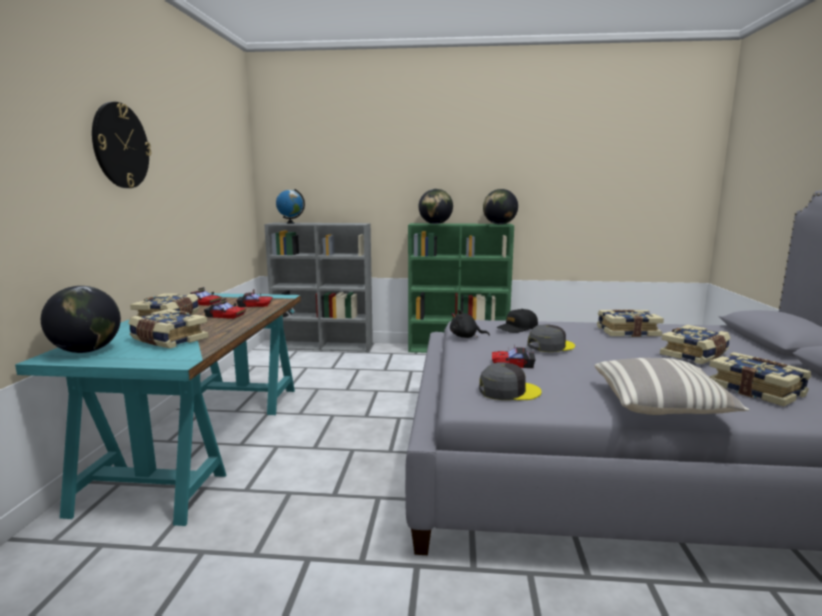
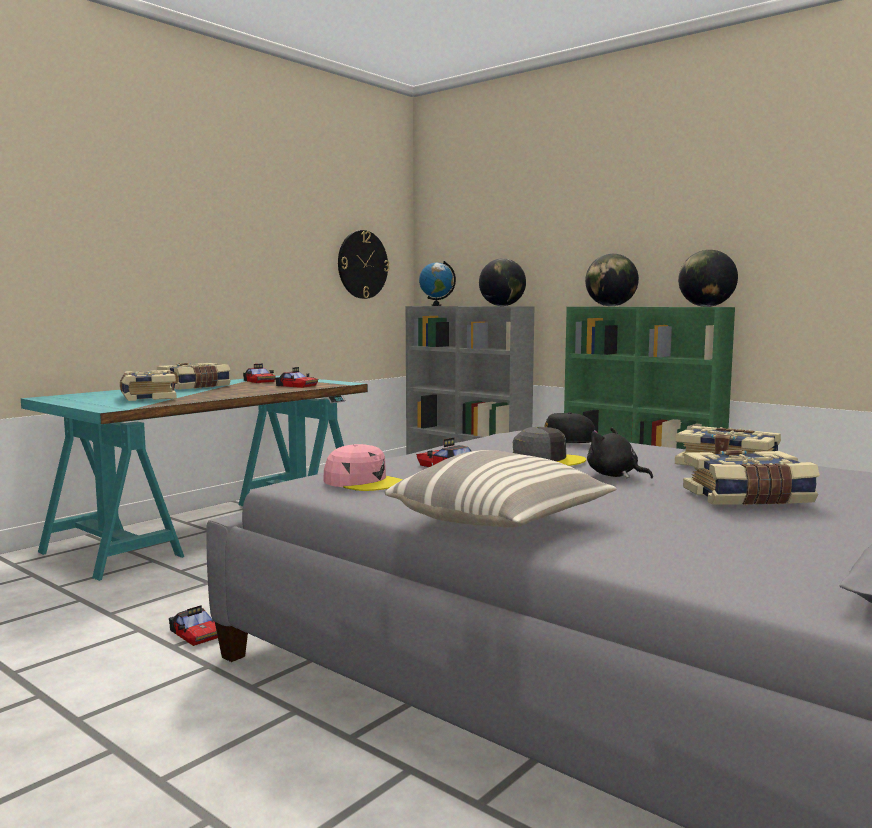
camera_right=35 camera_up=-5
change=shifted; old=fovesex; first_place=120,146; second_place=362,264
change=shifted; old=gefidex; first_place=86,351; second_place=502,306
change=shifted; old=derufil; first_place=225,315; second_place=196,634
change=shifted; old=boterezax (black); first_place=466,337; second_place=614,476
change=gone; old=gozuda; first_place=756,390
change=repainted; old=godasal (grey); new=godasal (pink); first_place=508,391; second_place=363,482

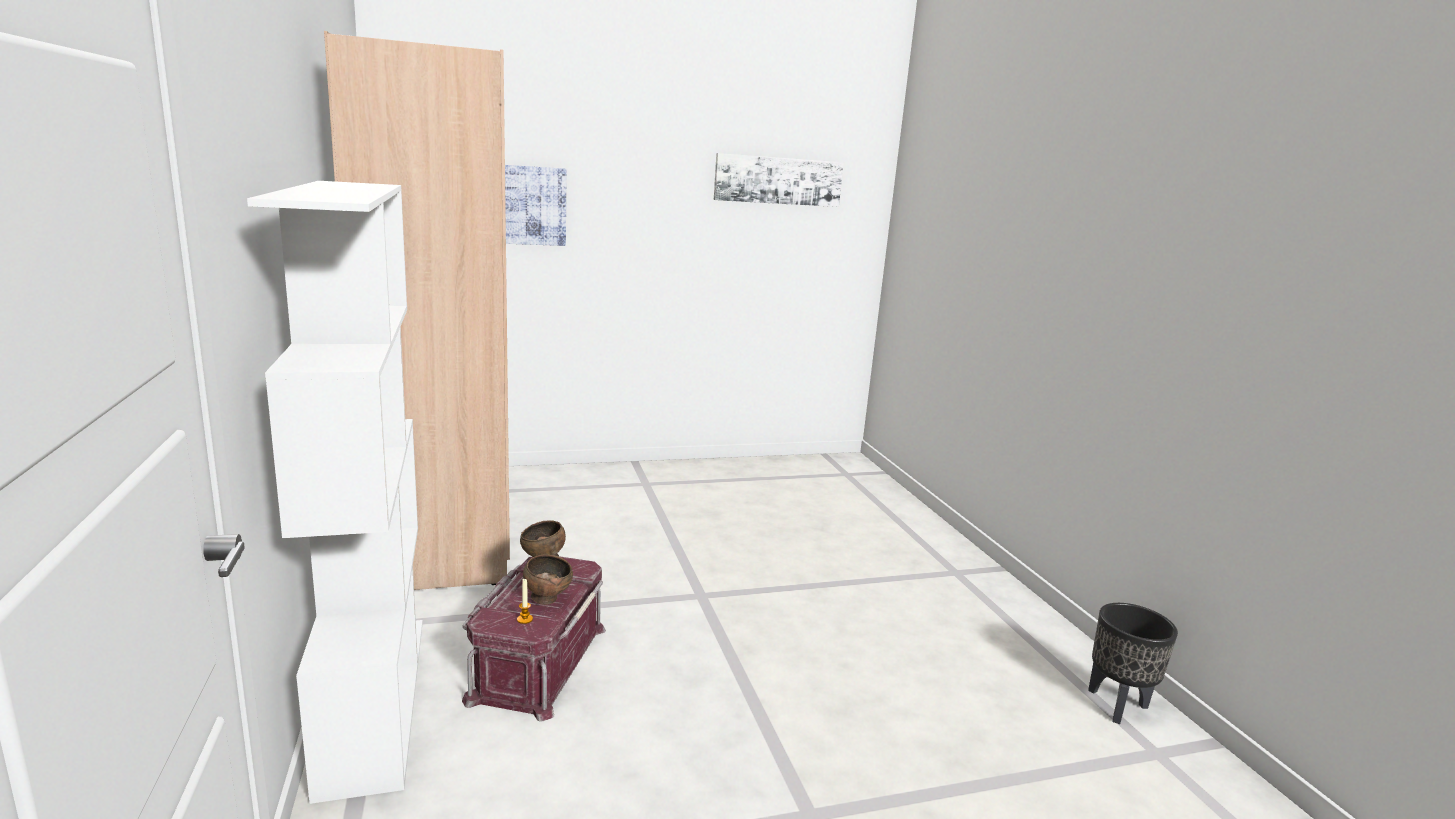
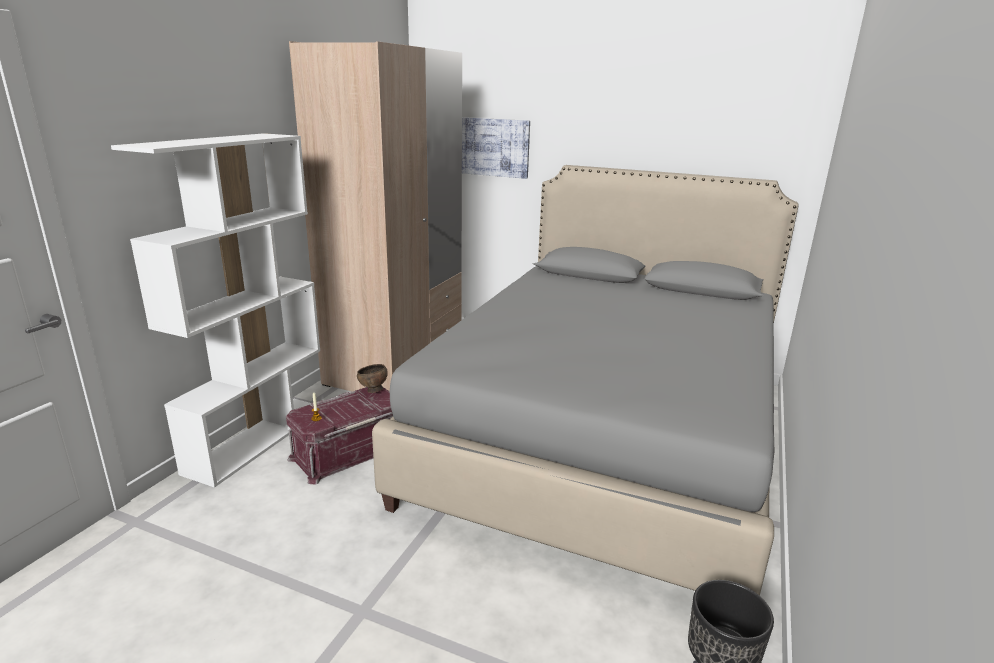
camera_right=40 camera_up=5
change=gone; old=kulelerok; first_place=778,180
change=gone; old=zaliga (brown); first_place=547,600
change=new; new=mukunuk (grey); second_place=605,435

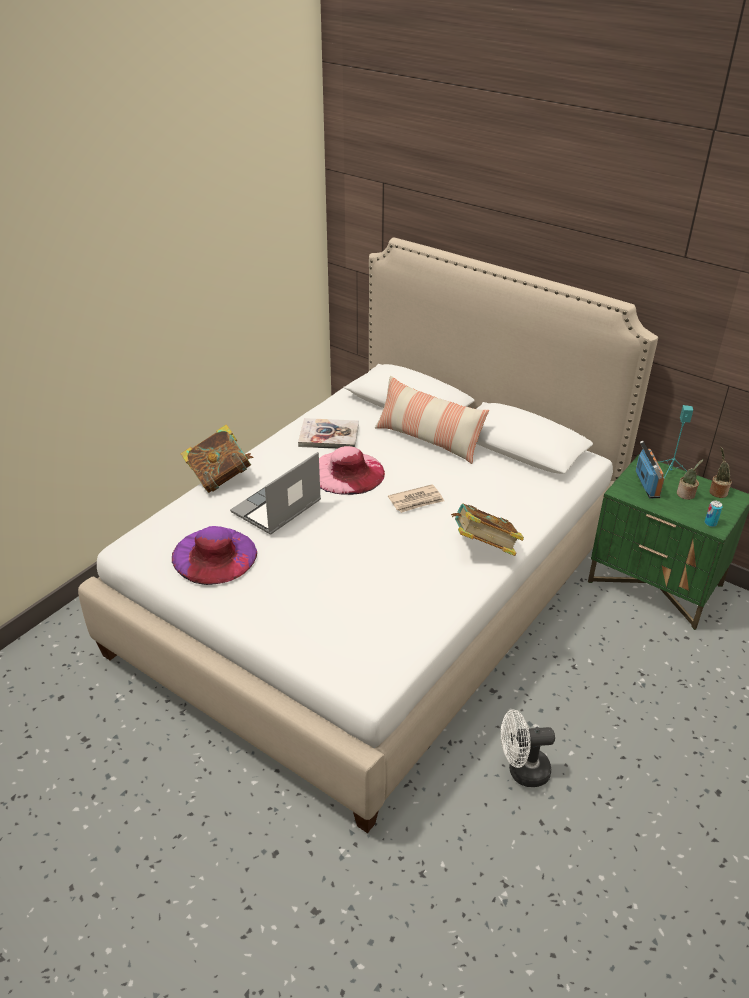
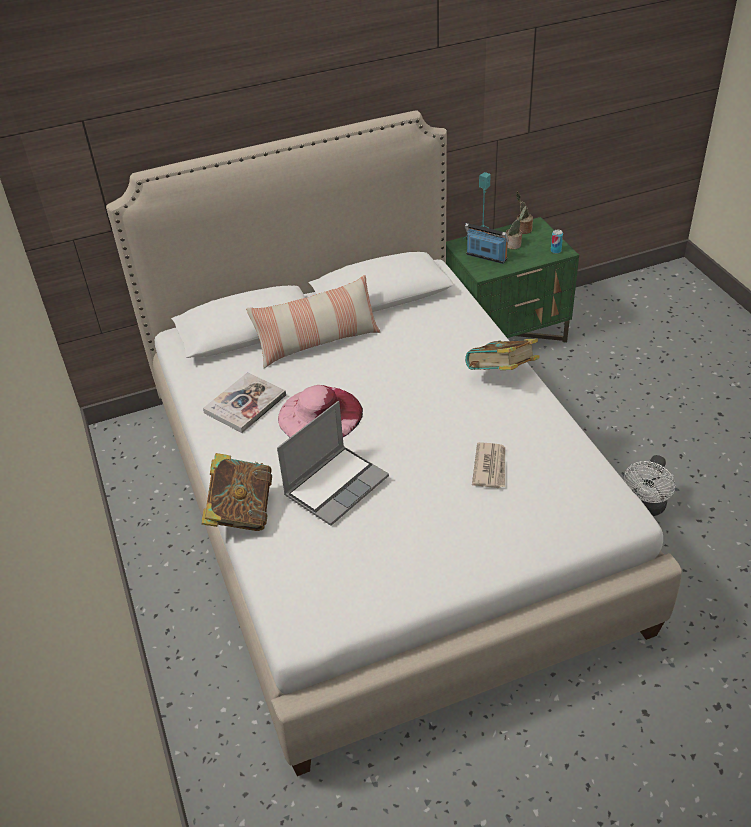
camera_right=-55 camera_up=5
change=rotated; old=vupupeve; first_place=276,508; second_place=336,485; degrees=-120
change=shifted; old=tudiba; first_place=416,501; second_place=490,467
change=gone; old=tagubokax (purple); first_place=214,555

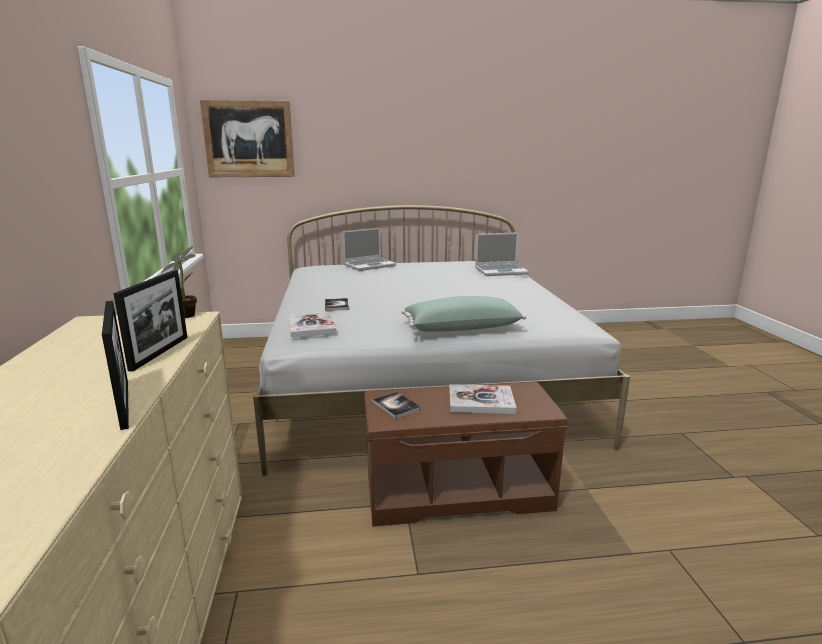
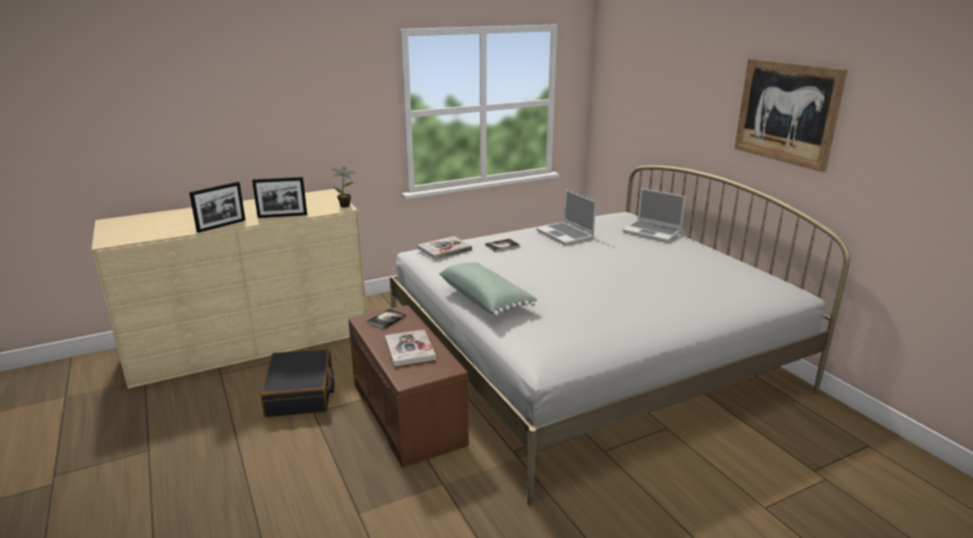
camera_right=70 camera_up=5
change=shifted; old=kulelerok; first_place=249,139; second_place=786,112
change=shifted; old=vupupeve; first_place=501,271; second_place=566,235
change=new; new=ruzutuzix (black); second_place=300,393

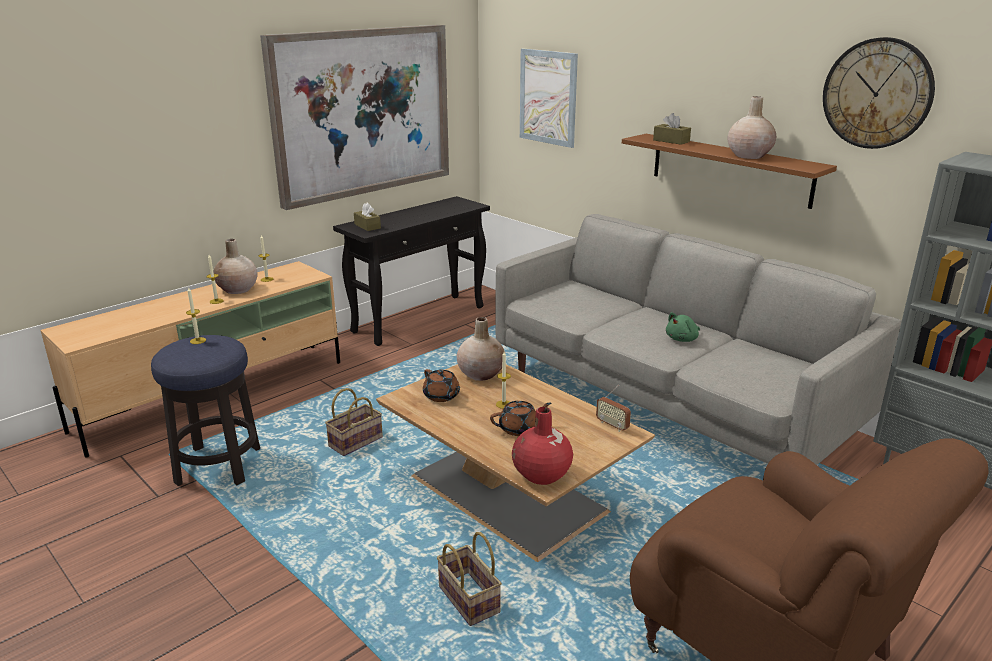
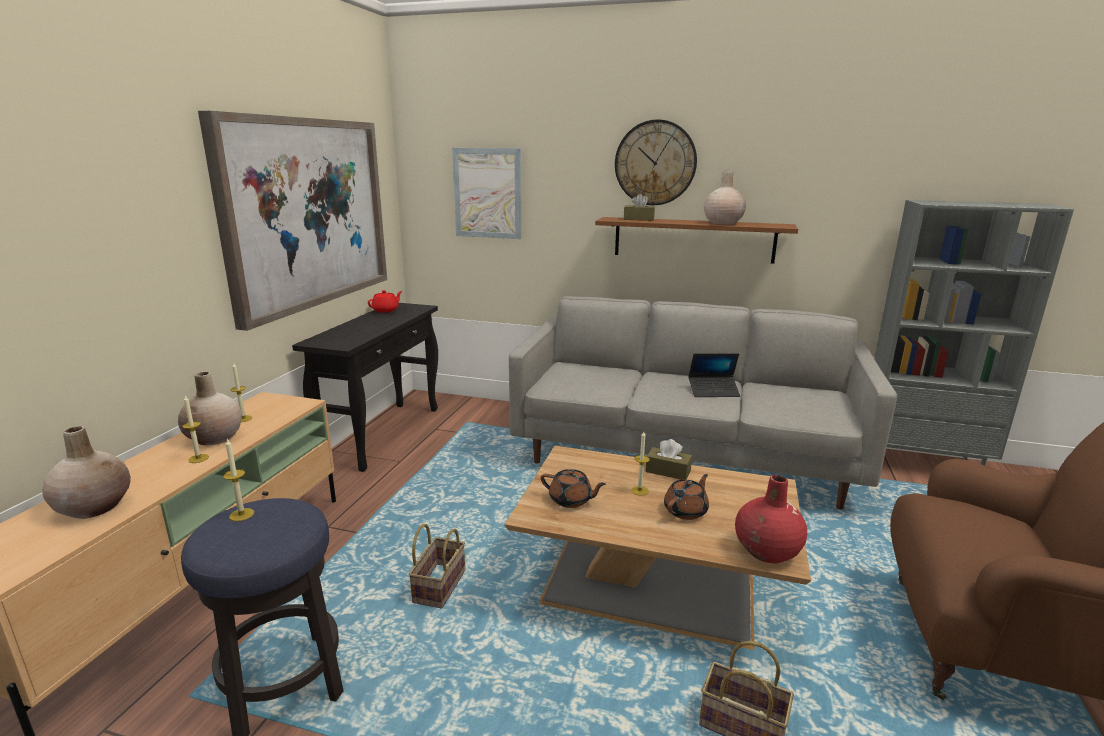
camera_right=-30 camera_up=-5
change=shifted; old=fovesex; first_place=877,93; second_place=655,163
change=shifted; old=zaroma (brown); first_place=367,226; second_place=668,471
change=swapped; old=boterezax (green); new=vupupeve; first_place=682,339; second_place=713,391
change=shifted; old=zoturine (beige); first_place=481,374; second_place=95,507
change=gone; old=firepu; first_place=612,425
change=new; new=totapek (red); second_place=386,310

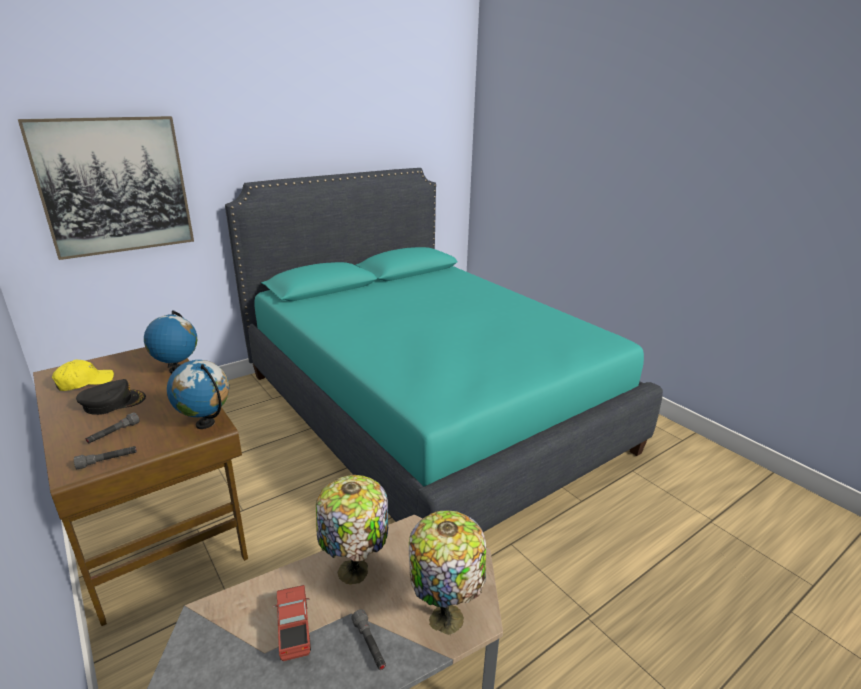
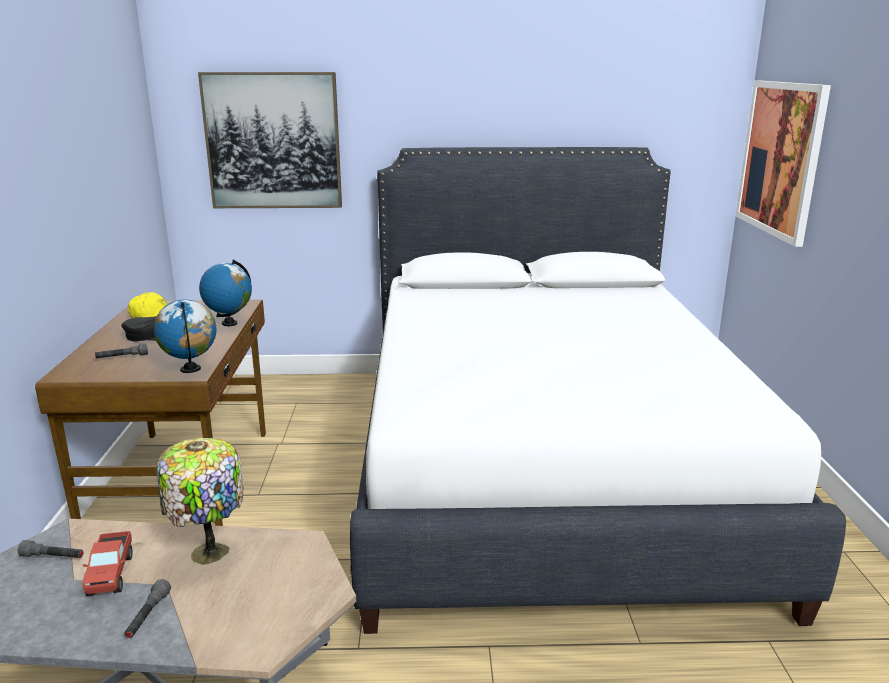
camera_right=35 camera_up=-5
change=repainted; old=mukunuk (turquoise); new=mukunuk (white); first_place=428,410; second_place=542,465
change=shifted; old=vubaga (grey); first_place=108,461; second_place=53,557
change=gone; old=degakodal; first_place=446,615
change=rotated; old=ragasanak; first_place=294,630; second_place=111,574; degrees=150
change=new; new=kulelerok; second_place=780,159

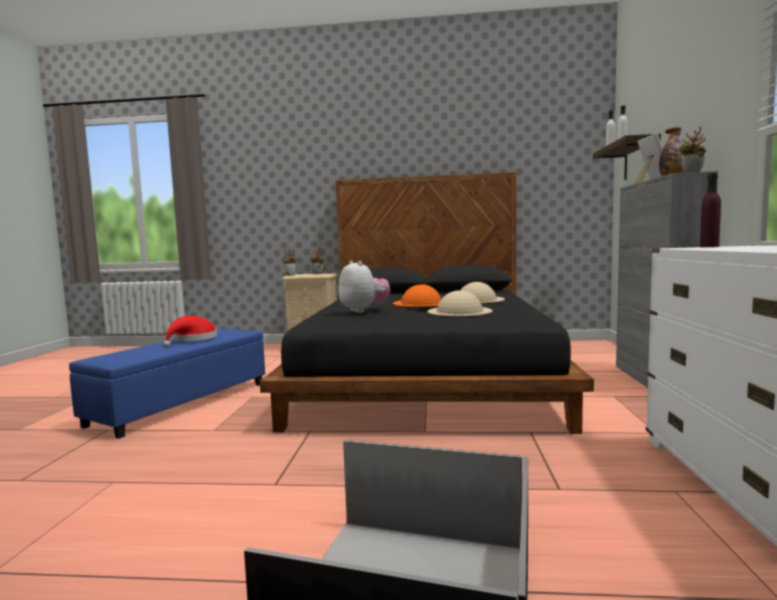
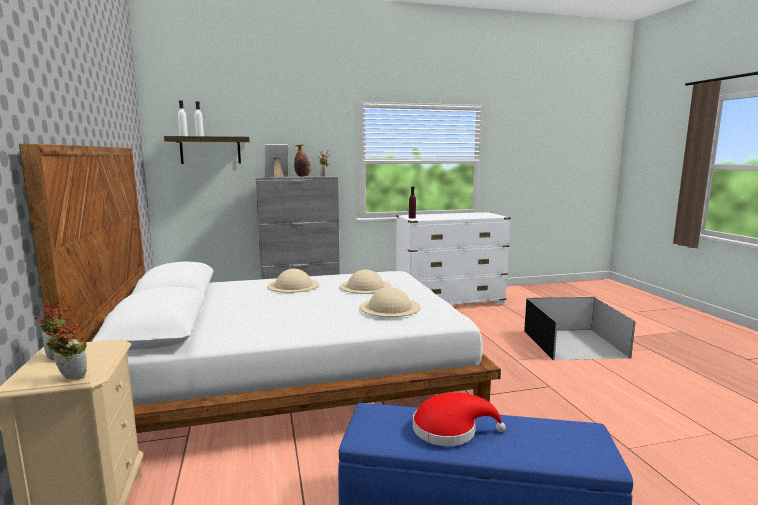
camera_right=-110 camera_up=5
change=repainted; old=mukunuk (black); new=mukunuk (white); first_place=427,374; second_place=293,374
change=swapped; old=boterezax; new=tagubokax (beige); first_place=363,310; second_place=390,307
change=gone; old=tagubokax (orange); first_place=421,303

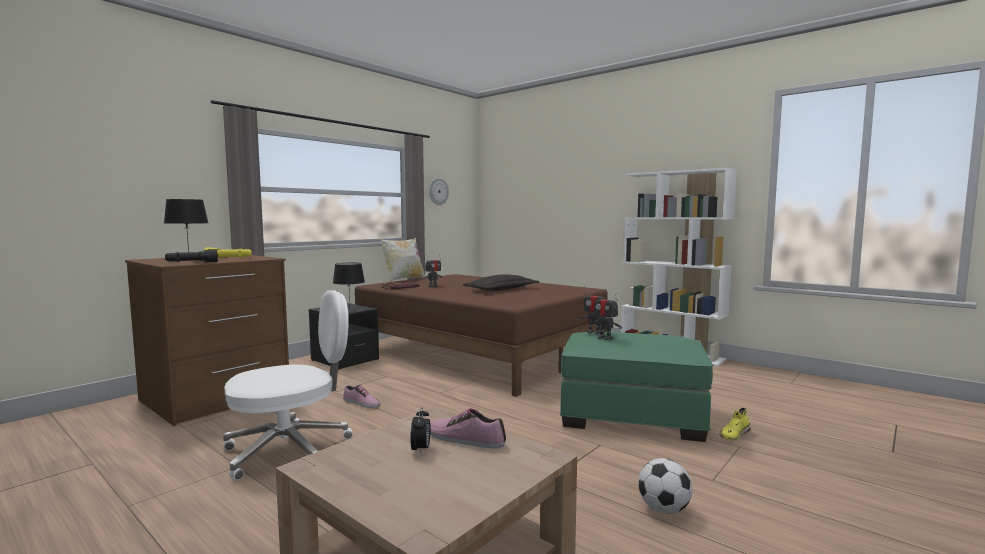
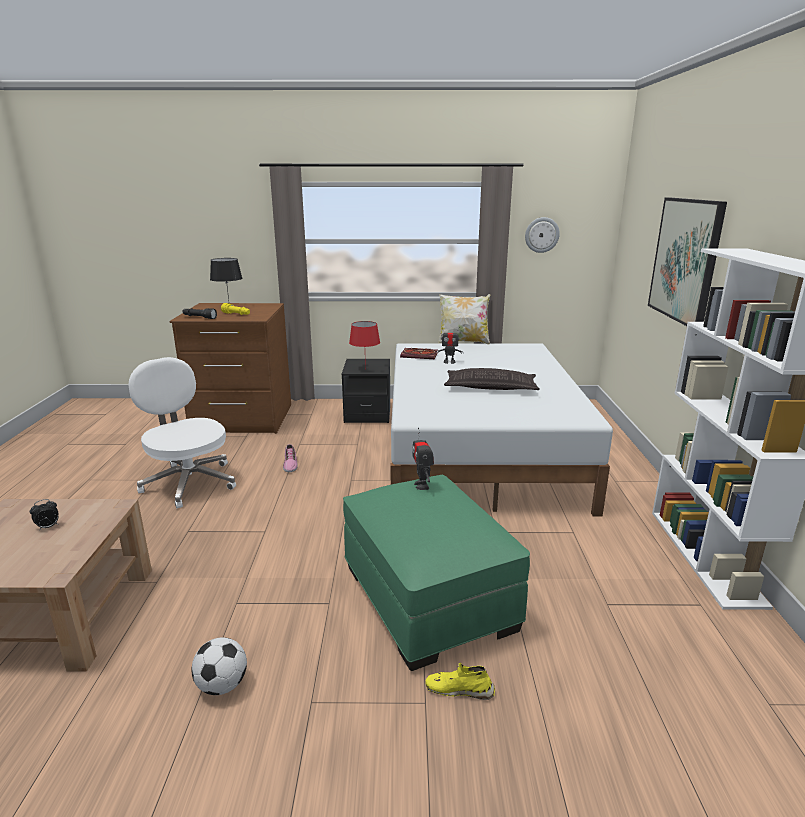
camera_right=50 camera_up=15
change=repainted; old=degakodal (black); new=degakodal (red); first_place=349,310; second_place=365,369
change=repainted; old=mukunuk (brown); new=mukunuk (white); first_place=478,353; second_place=479,450
change=rotated; old=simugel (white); first_place=291,450; second_place=189,482; degrees=-150
change=gone; old=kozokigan; first_place=605,338
change=gone; old=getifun; first_place=465,439
change=new; new=kulelerok; second_place=685,260

